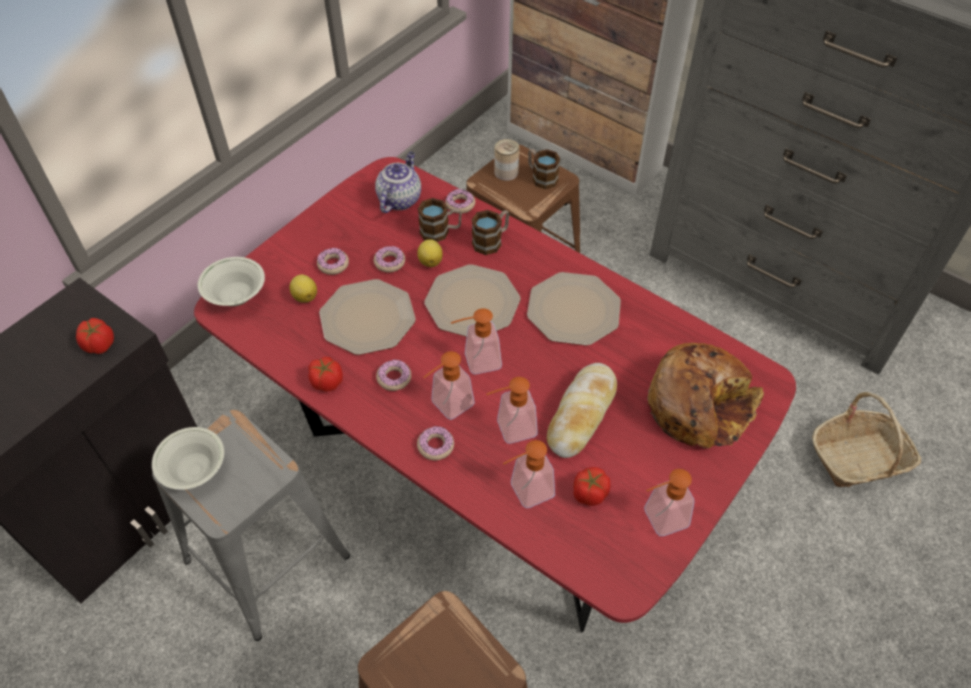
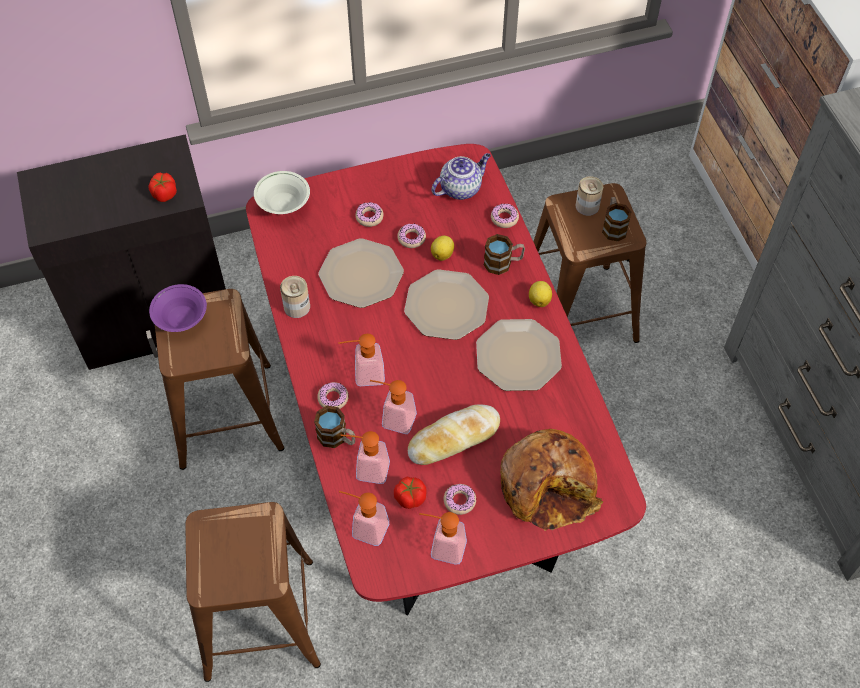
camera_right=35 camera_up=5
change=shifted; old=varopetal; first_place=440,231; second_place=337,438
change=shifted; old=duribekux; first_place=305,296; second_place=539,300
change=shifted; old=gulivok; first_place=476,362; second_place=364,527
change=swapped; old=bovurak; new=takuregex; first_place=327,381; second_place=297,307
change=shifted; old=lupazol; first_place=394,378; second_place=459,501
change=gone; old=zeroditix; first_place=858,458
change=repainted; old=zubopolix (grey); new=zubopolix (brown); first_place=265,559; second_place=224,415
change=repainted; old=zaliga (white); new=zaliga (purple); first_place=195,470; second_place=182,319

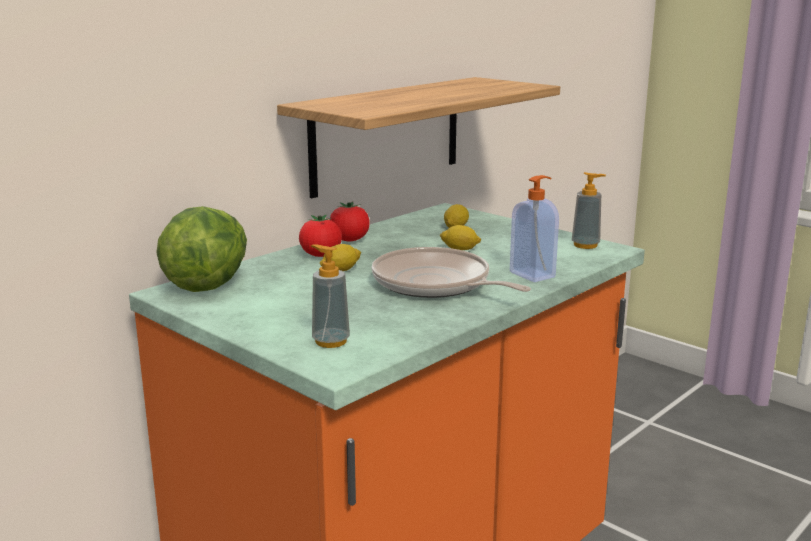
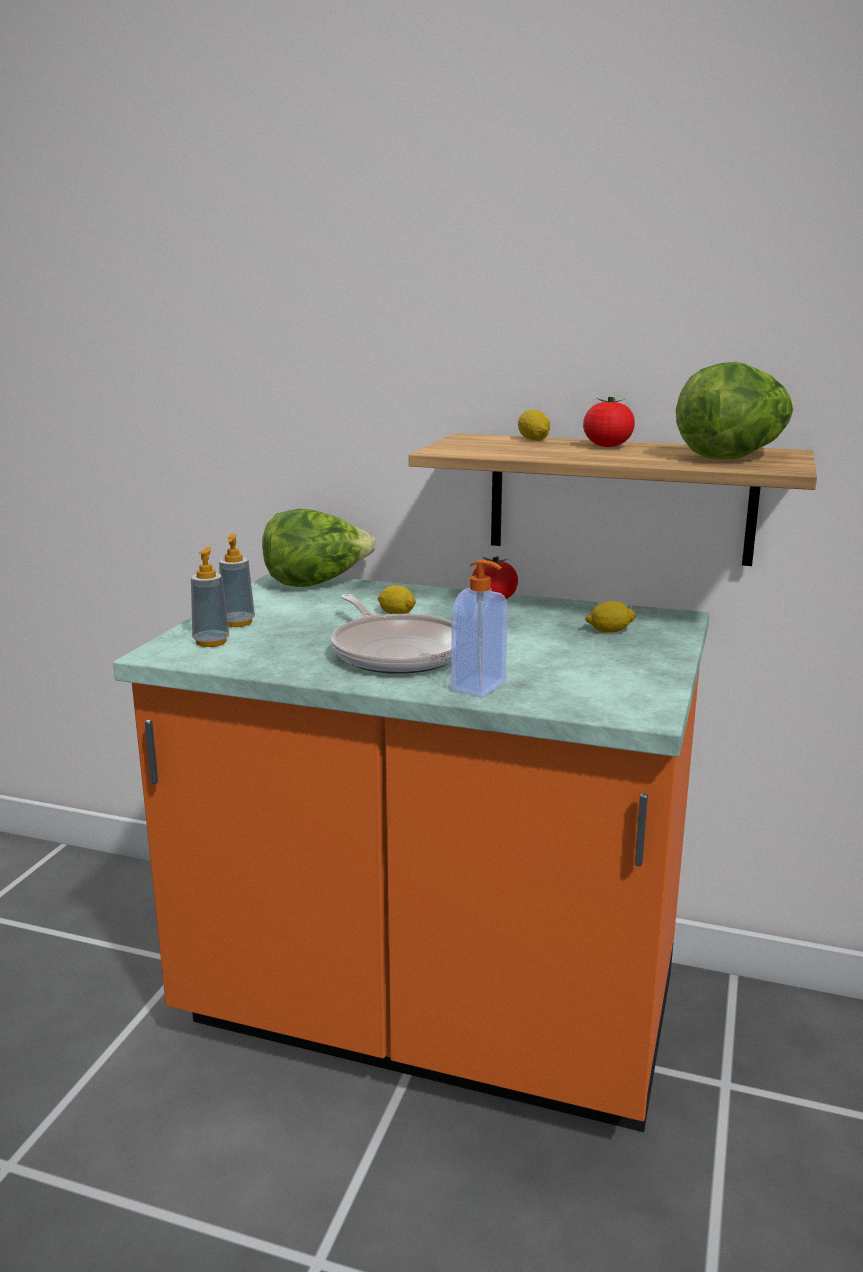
camera_right=65 camera_up=0
change=shifted; old=gulivok; first_place=585,245; second_place=237,622
change=shifted; old=bovurak; first_place=321,255; second_place=607,446
change=shifted; old=duribekux; first_place=460,249; second_place=533,439
change=rotated; old=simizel; first_place=435,284; second_place=397,652; degrees=135
change=new; new=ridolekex; second_place=733,457

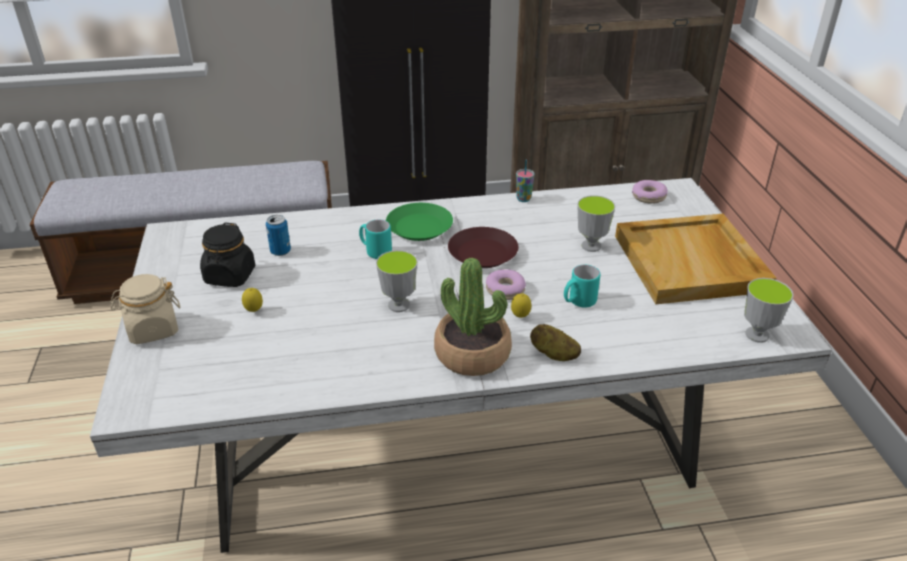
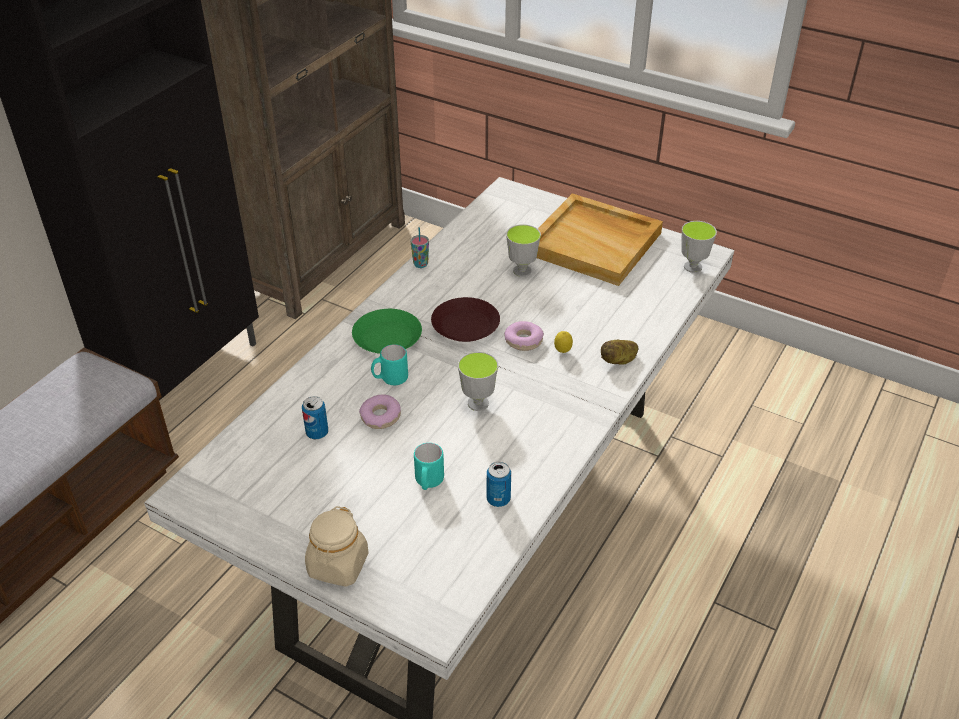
camera_right=-50 camera_up=5
change=shifted; old=lupazol; first_place=648,197; second_place=380,417
change=gone; old=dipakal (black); first_place=230,276
change=gone; old=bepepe; first_place=472,354
change=shifted; old=varopetal (turquoise); first_place=578,302; second_place=428,482
change=gone; old=duribekux; first_place=254,311
change=new; new=takuregex; second_place=498,499

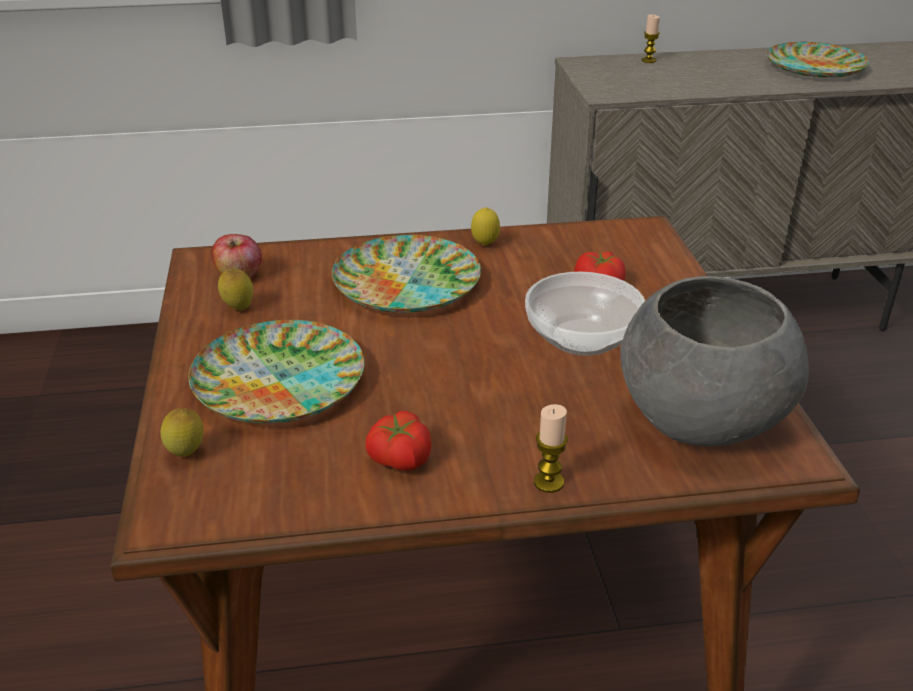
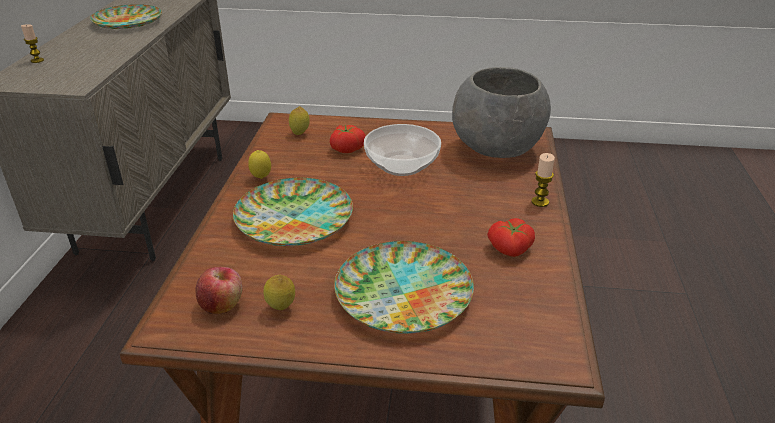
camera_right=-75 camera_up=0
change=shifted; old=duribekux; first_place=186,455; second_place=300,134

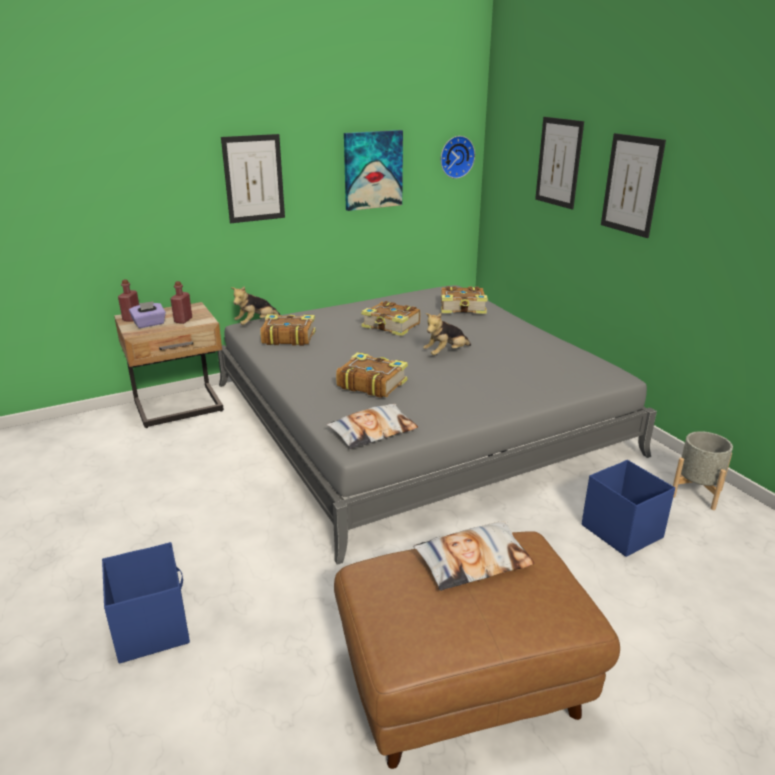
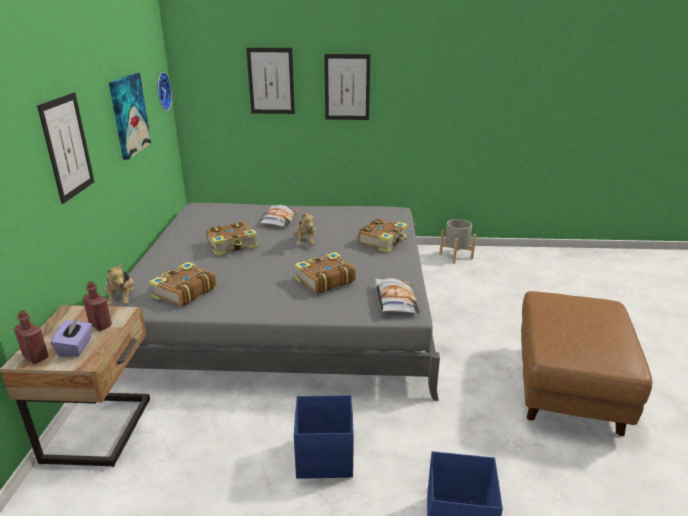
camera_right=-60 camera_up=0
change=shifted; old=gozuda; first_place=463,308; second_place=383,241
change=shifted; old=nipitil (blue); first_place=621,531; second_place=323,457
change=shifted; old=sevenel; first_place=473,561; second_place=279,220

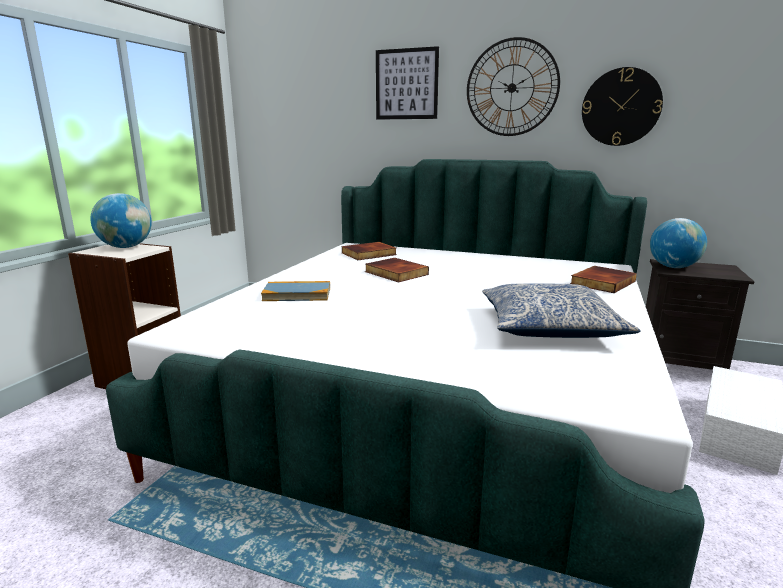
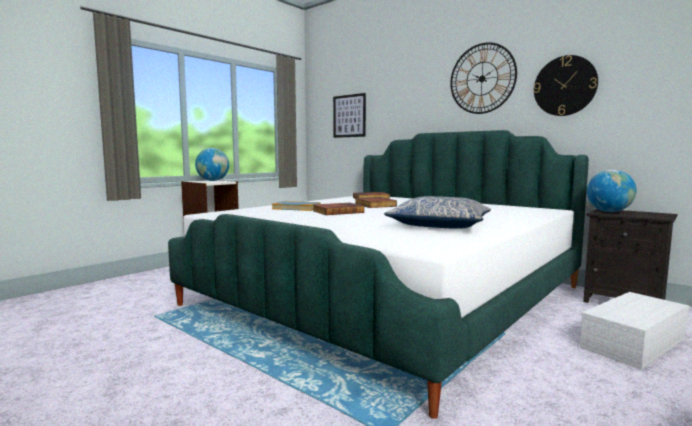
camera_right=20 camera_up=-10
change=shifted; old=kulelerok; first_place=406,84; second_place=349,116
change=shifted; old=gozuda; first_place=601,282; second_place=338,211

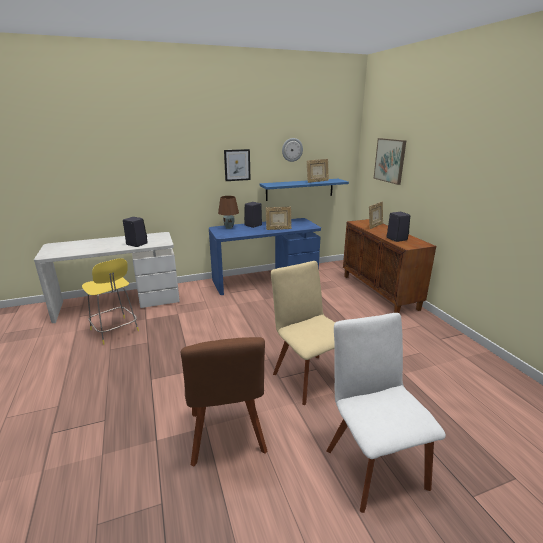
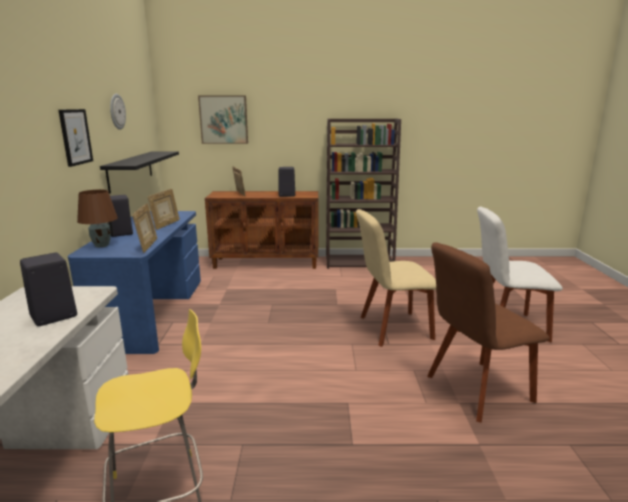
camera_right=-70 camera_up=-5
change=shifted; old=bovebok; first_place=317,181; second_place=148,246
change=repainted; old=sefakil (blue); new=sefakil (black); first_place=300,189; second_place=130,170
change=rotated; old=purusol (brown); first_place=227,436; second_place=475,390; degrees=150
change=new; new=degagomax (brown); second_place=359,262

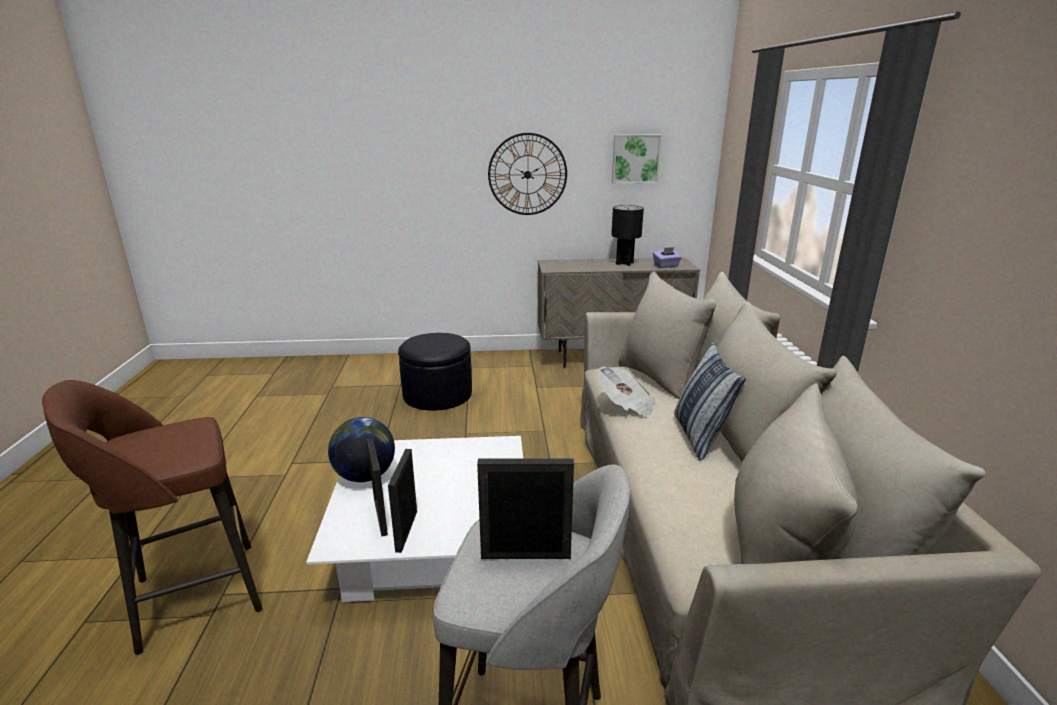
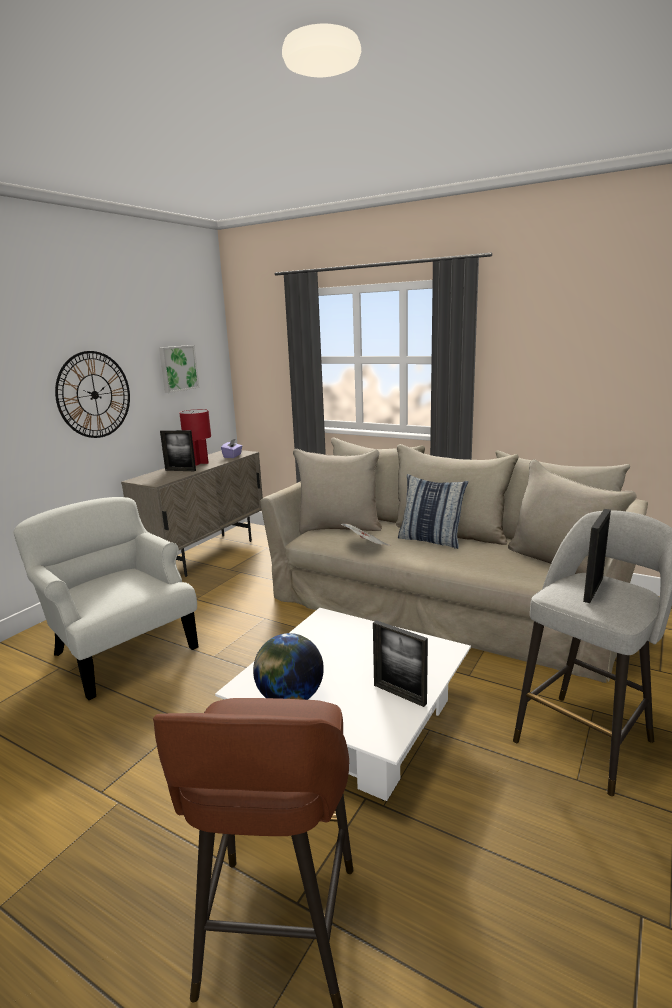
camera_right=-55 camera_up=-5
change=repainted; old=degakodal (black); new=degakodal (red); first_place=624,263; second_place=199,463
change=swapped; old=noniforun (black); new=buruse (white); first_place=437,394; second_place=120,650
change=shifted; old=bovebok; first_place=380,517; second_place=180,470

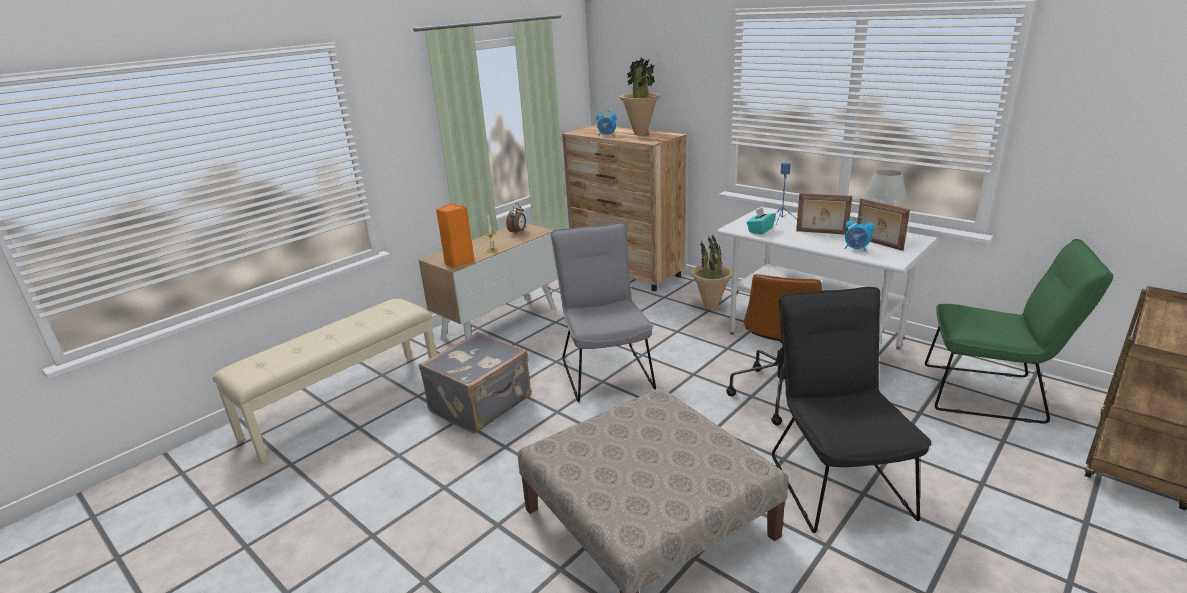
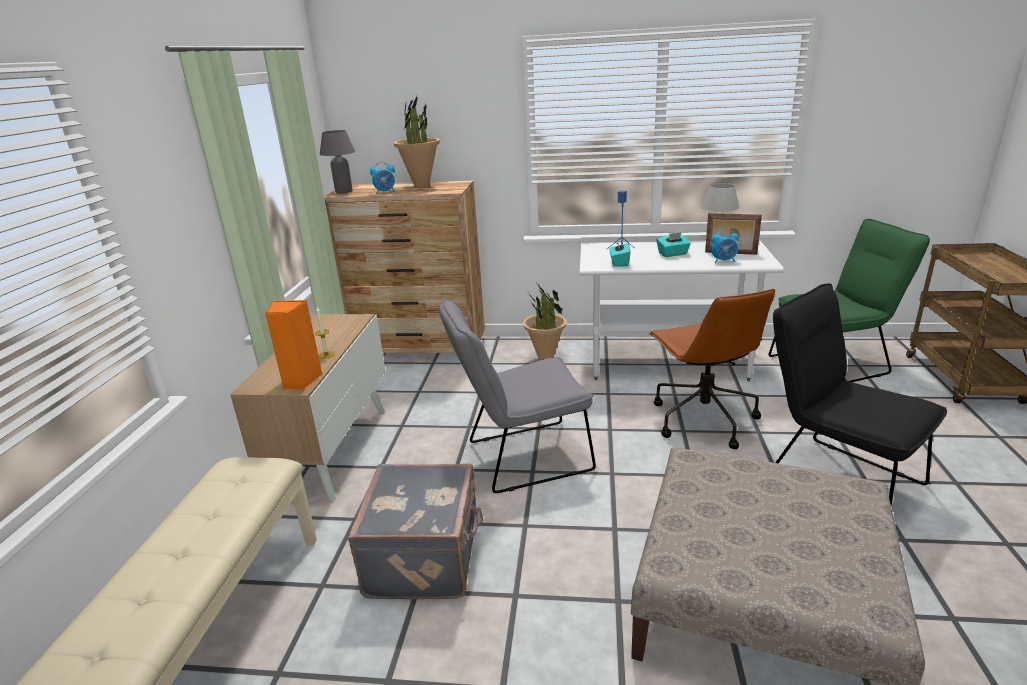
camera_right=-35 camera_up=0
change=swapped; old=bovebok; new=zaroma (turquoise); first_place=821,233; second_place=673,254
change=gone; old=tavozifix; first_place=518,232
change=rotated; old=purusol (grey); first_place=605,370; second_place=520,458; degrees=-60
change=new; new=degakodal (grey); second_place=344,191

